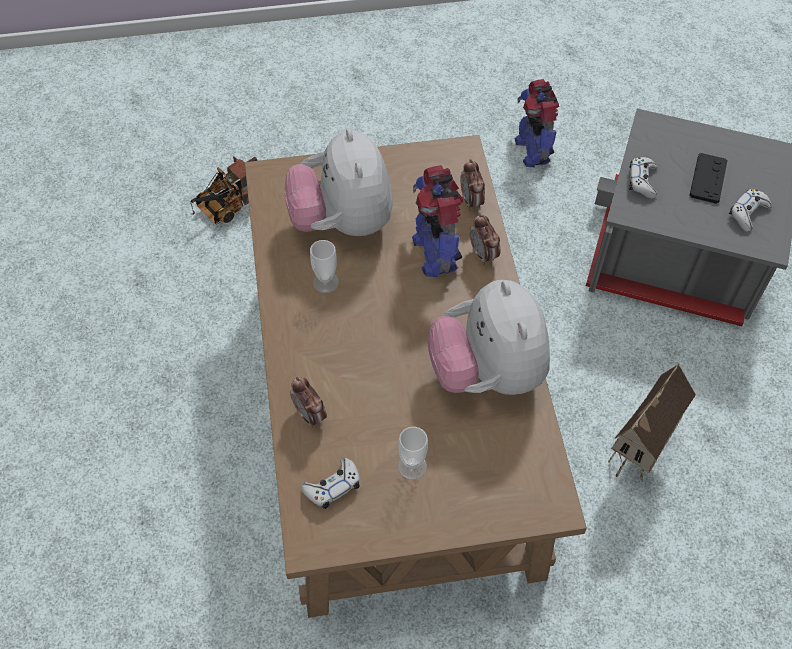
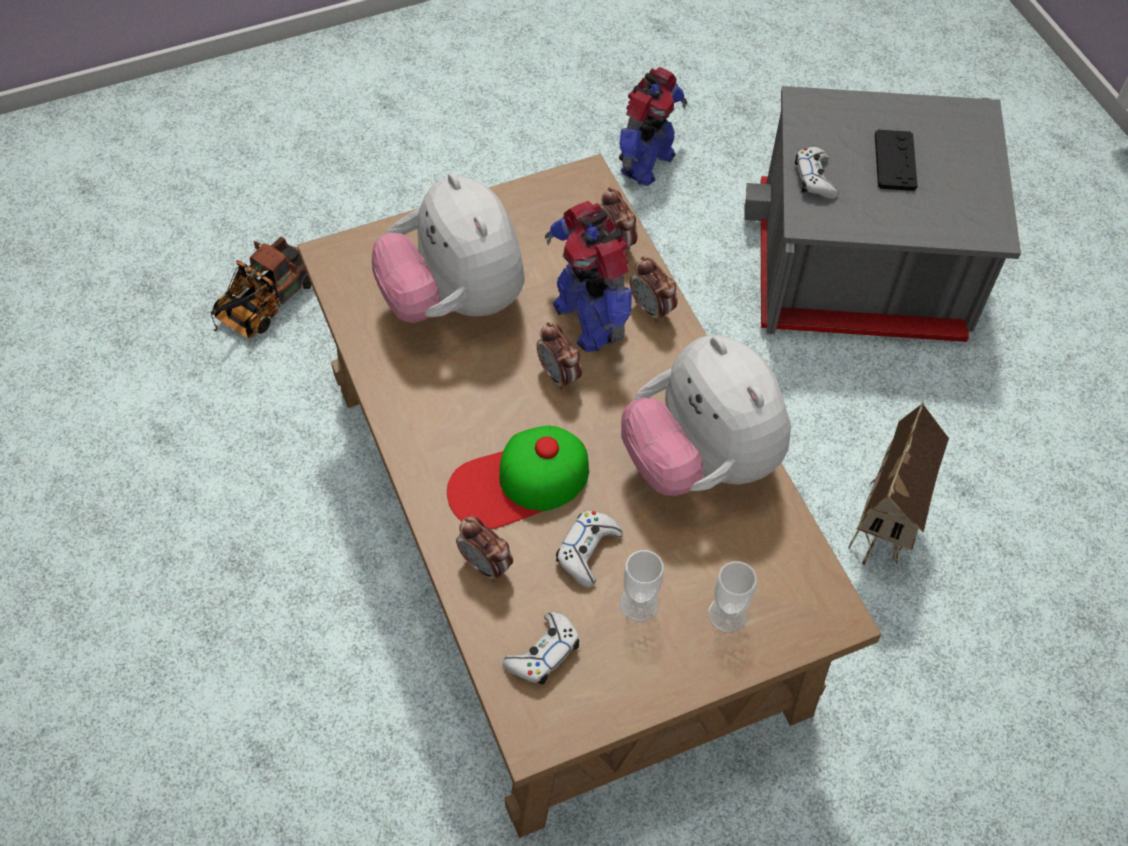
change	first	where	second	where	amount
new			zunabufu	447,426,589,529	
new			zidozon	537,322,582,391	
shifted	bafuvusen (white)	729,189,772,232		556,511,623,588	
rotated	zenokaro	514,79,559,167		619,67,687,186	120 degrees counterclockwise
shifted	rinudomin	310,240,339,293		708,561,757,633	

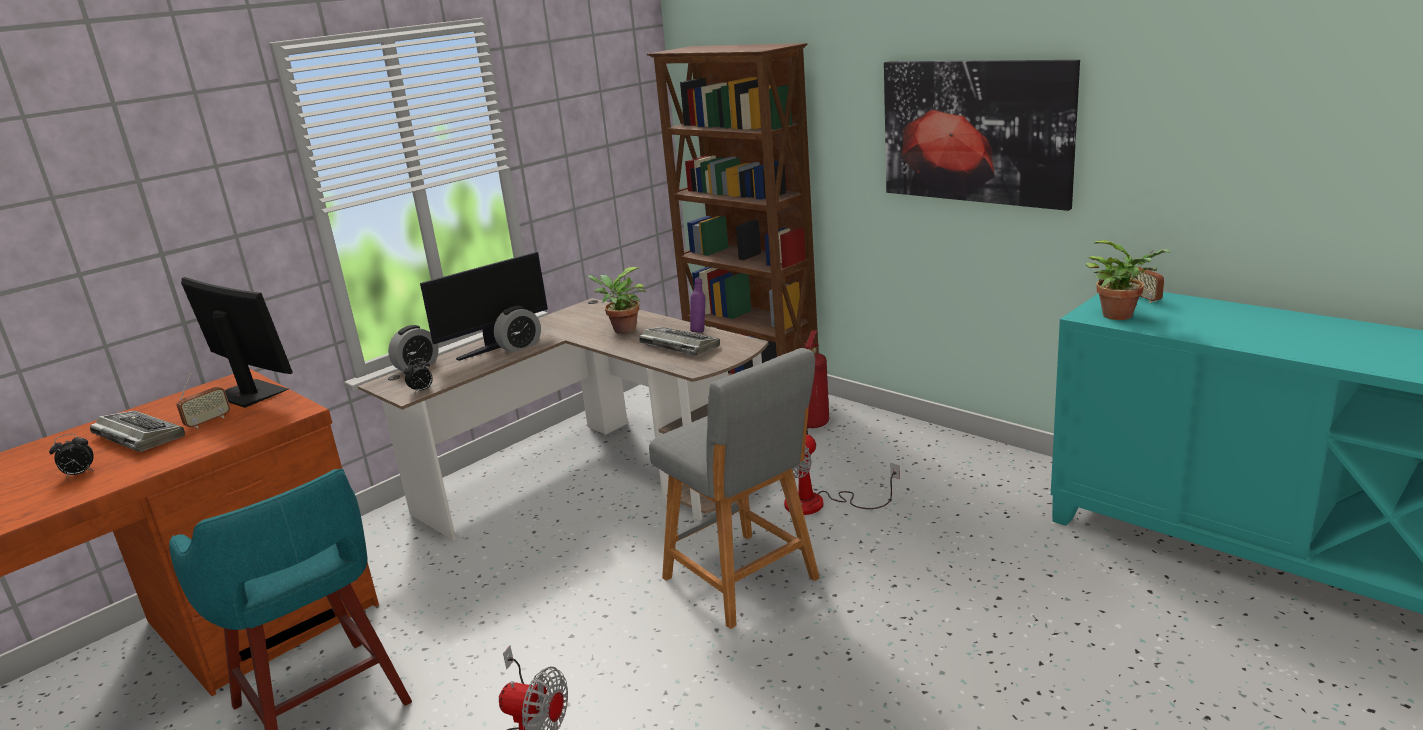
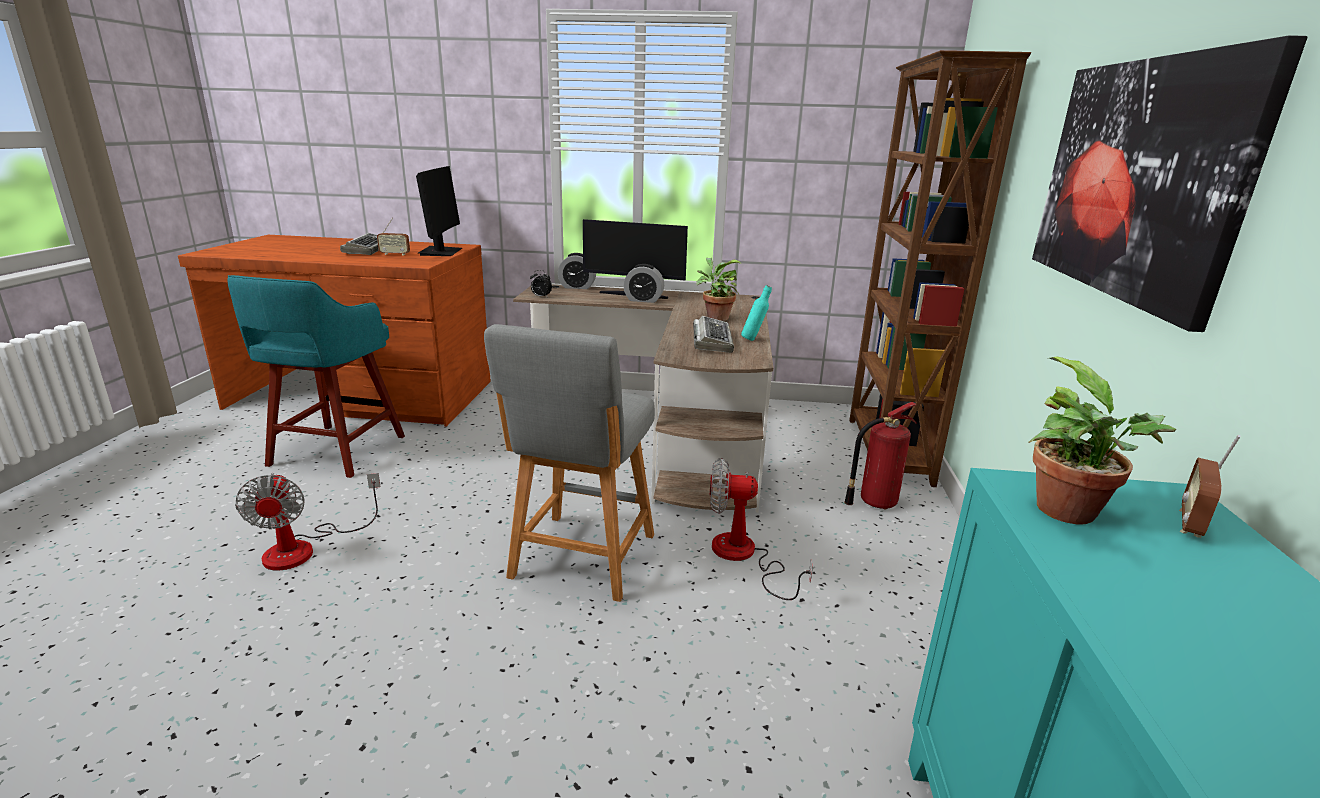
change	first	where	second	where	amount
repainted	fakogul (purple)	690,278,705,333	fakogul (turquoise)	741,285,772,341	
gone	zidozon	49,434,94,478			

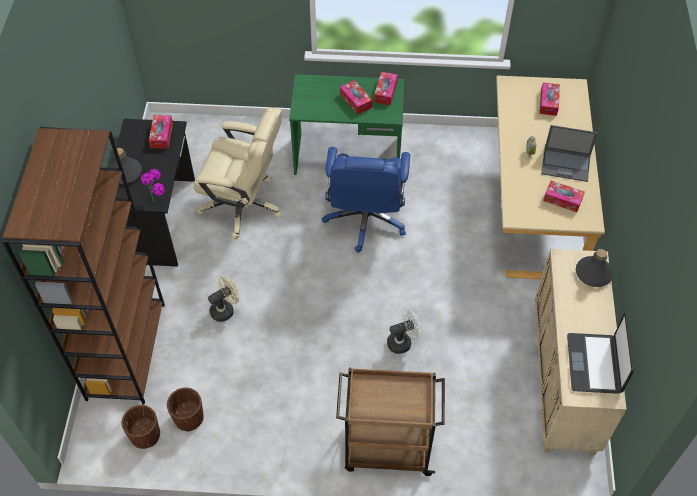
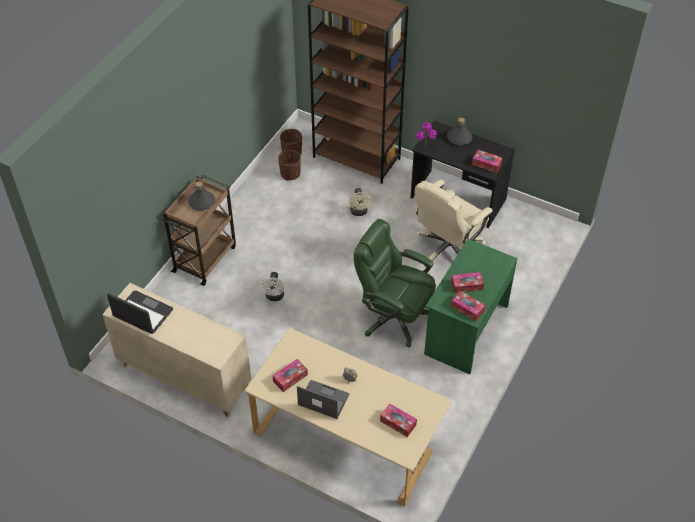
change	first	where	second	where	amount
shifted	fakogul (grey)	576,249,613,287		188,181,215,211	
rotated	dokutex	541,125,598,182		297,380,350,419	75 degrees clockwise
repainted	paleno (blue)	322,147,410,253	paleno (green)	354,219,436,347	

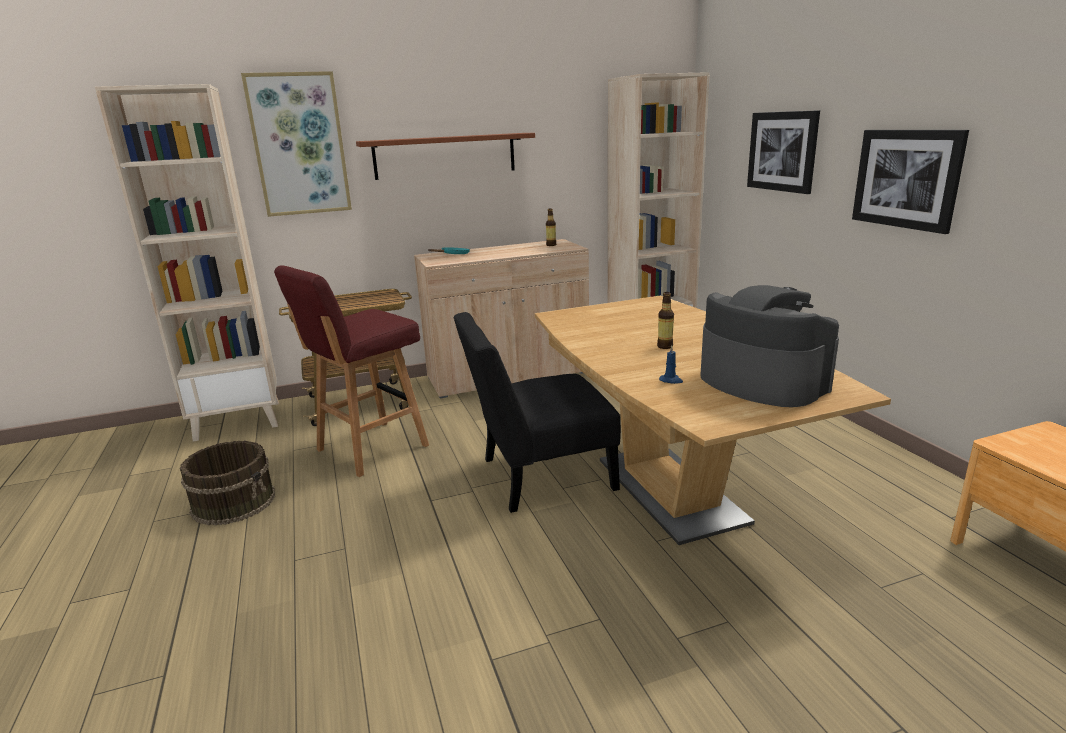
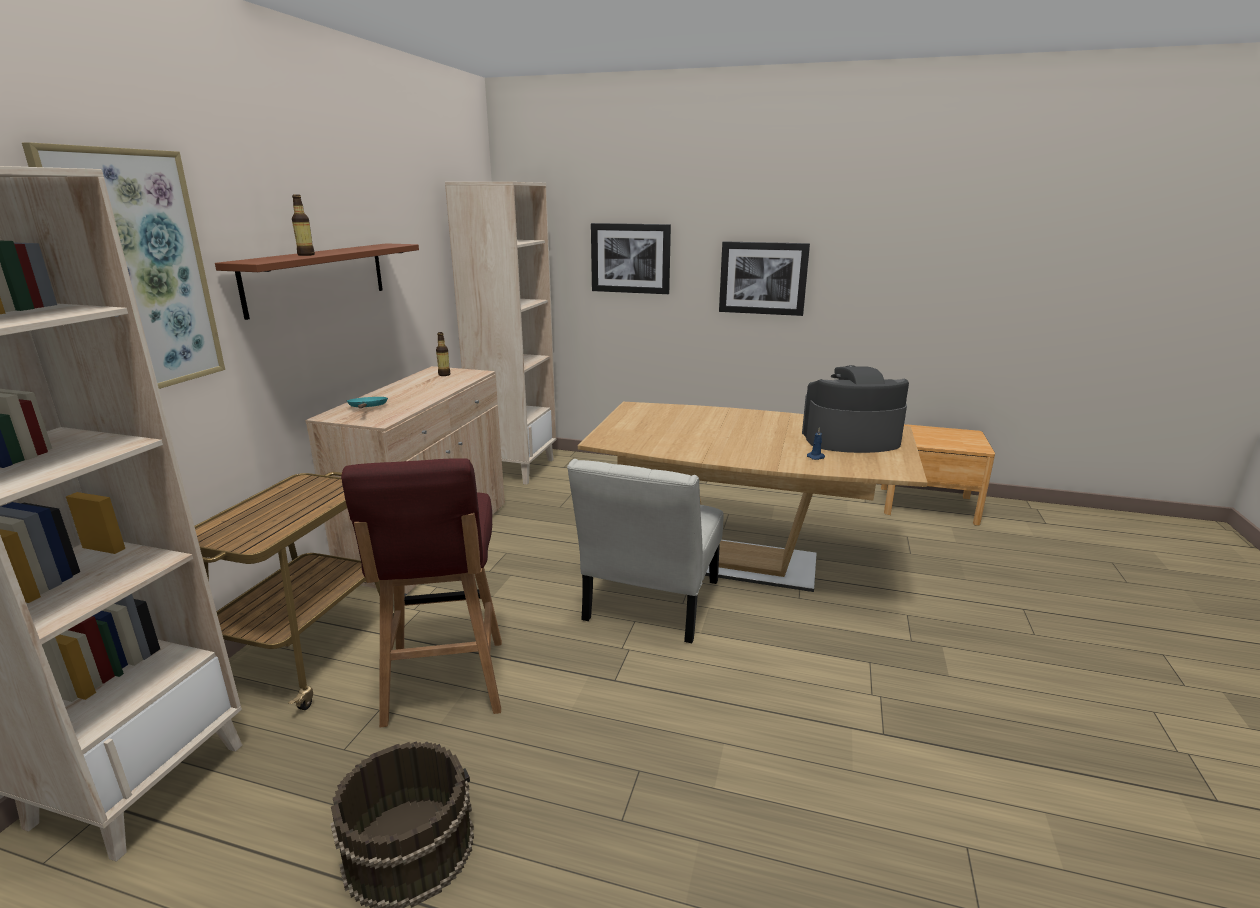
change	first	where	second	where	amount
shifted	fakogul	657,292,674,349		292,195,315,256	
repainted	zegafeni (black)	453,312,621,513	zegafeni (white)	567,459,724,643	

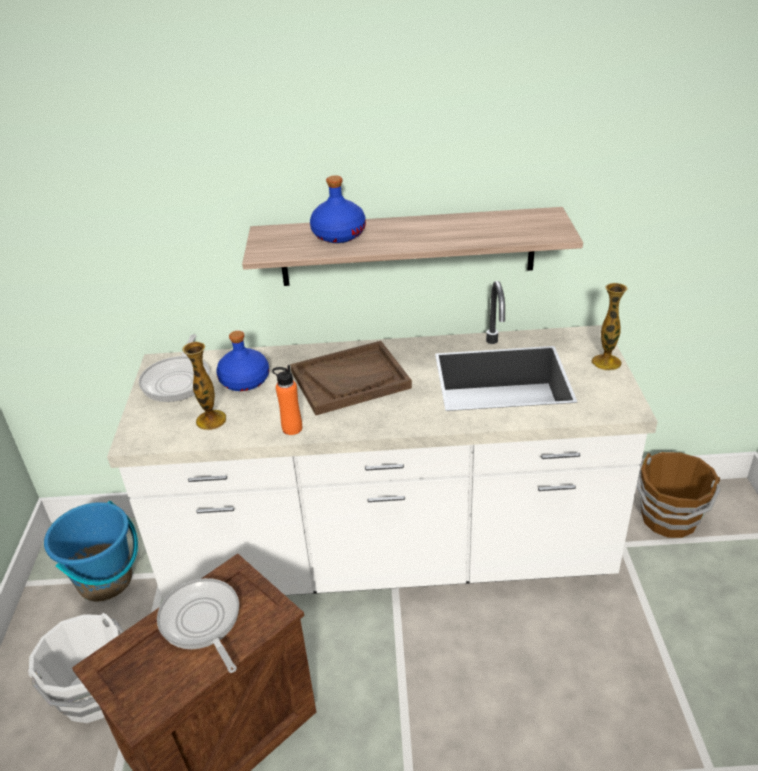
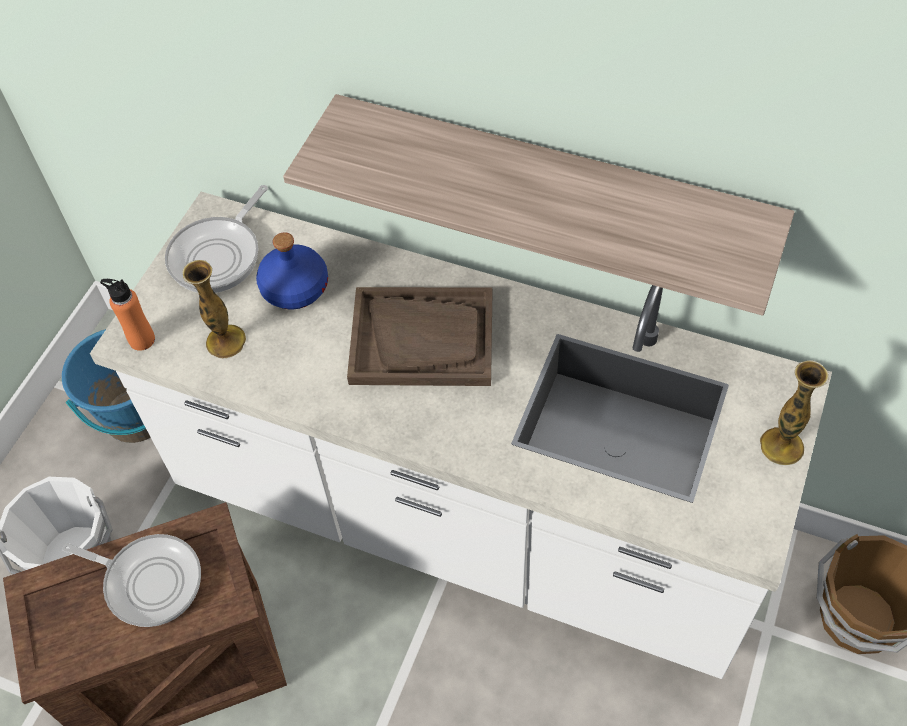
change	first	where	second	where	amount
rotated	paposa	157,578,239,673		62,534,201,627	120 degrees clockwise
shifted	fakogul (orange)	272,365,302,435		100,279,155,351	
gone	fakogul (blue)	310,175,366,243			

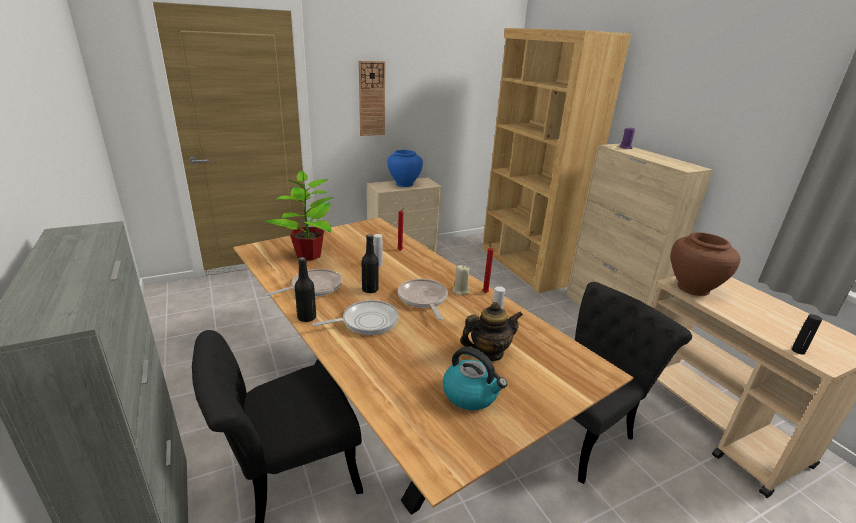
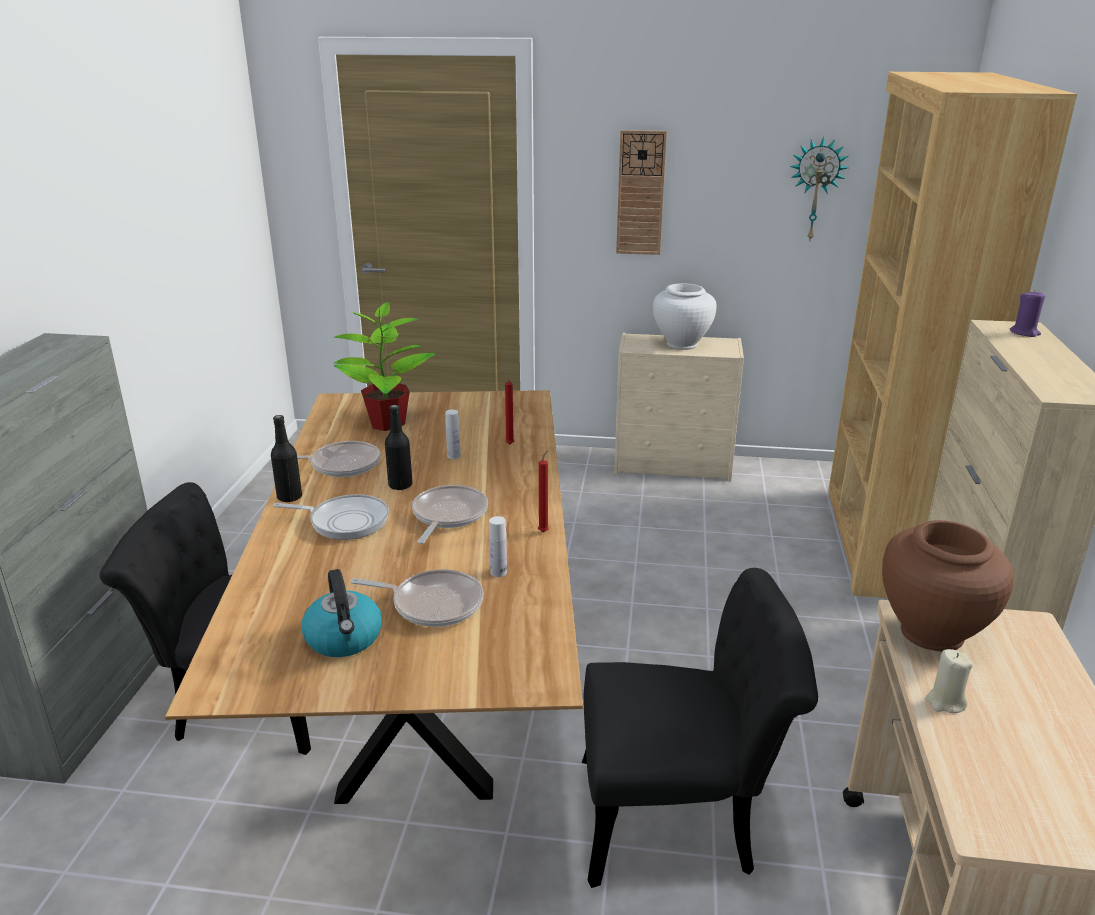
change	first	where	second	where	amount
swapped	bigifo	460,302,523,361	paposa	351,569,483,627	
repainted	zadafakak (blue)	387,150,423,187	zadafakak (white)	653,284,717,350	
new			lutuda	790,137,849,240	
shifted	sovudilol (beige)	452,265,470,296		926,649,973,713	
gone	fakogul (black)	792,314,822,355			

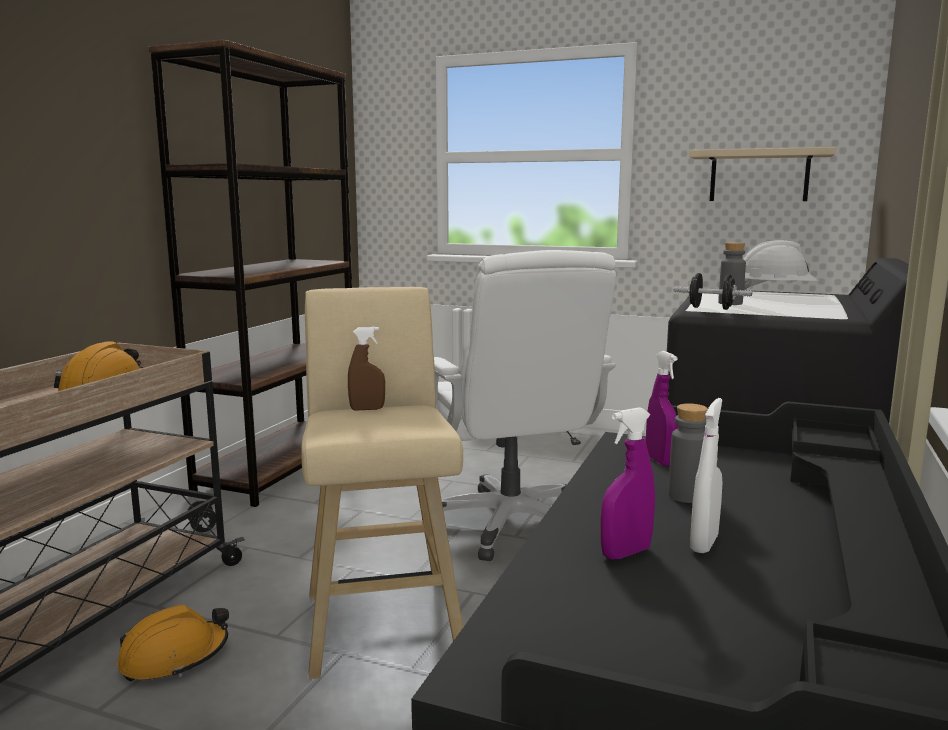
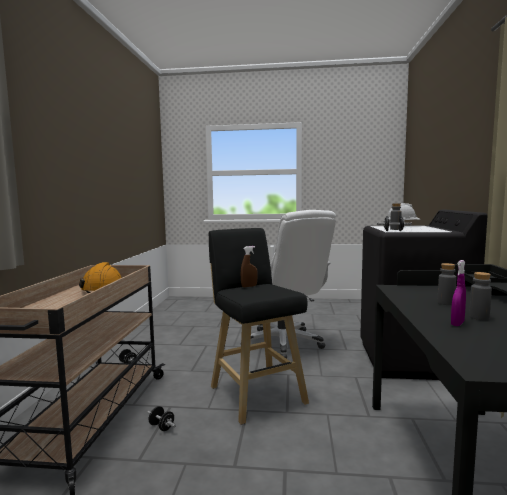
change	first	where	second	where	amount
swapped	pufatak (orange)	117,604,229,682	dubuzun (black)	148,406,176,431	
repainted	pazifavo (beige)	301,287,463,679	pazifavo (black)	209,228,309,425	
swapped	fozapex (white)	690,398,722,553	fakogul (grey)	469,272,492,320	
gone	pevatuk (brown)	149,39,352,507			
gone	fozapex (purple)	646,351,678,466			
gone	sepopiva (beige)	689,147,836,201			

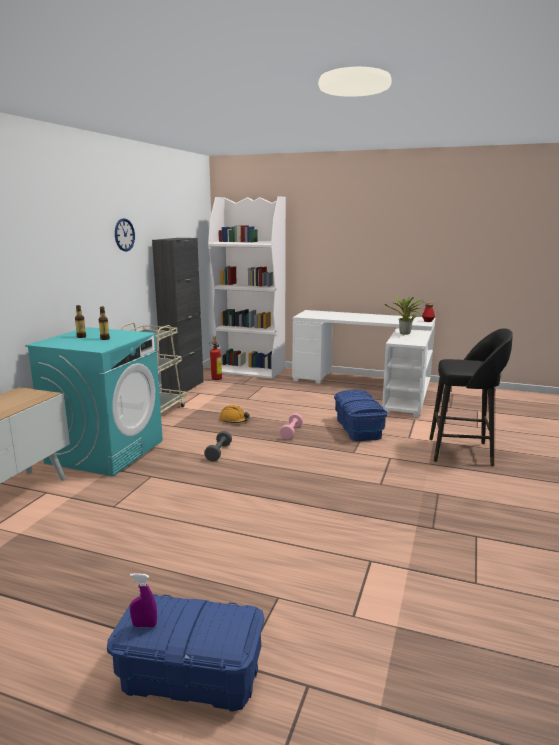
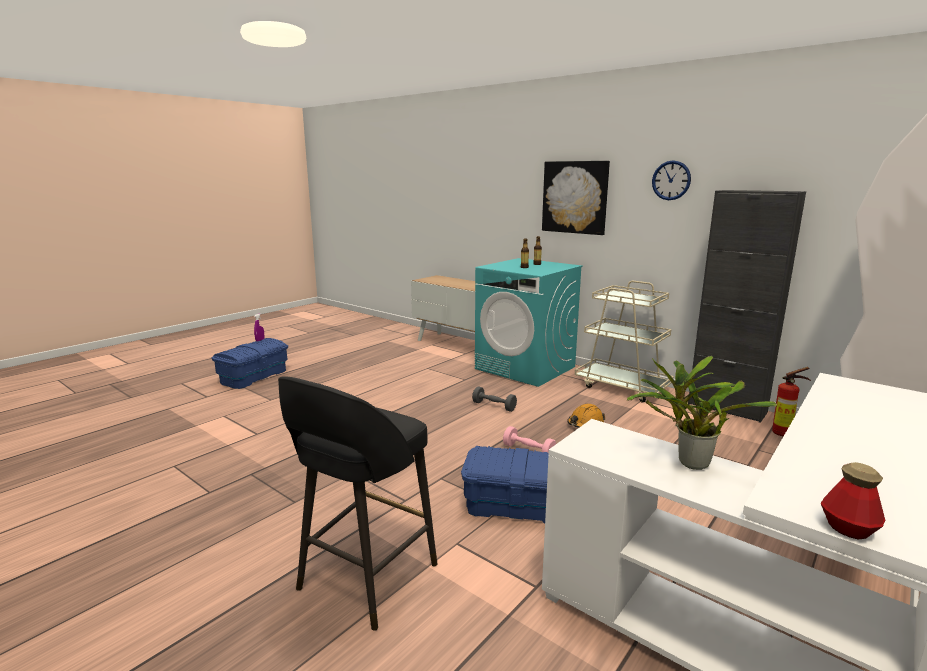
change	first	where	second	where	amount
new			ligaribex	542,161,610,235	

